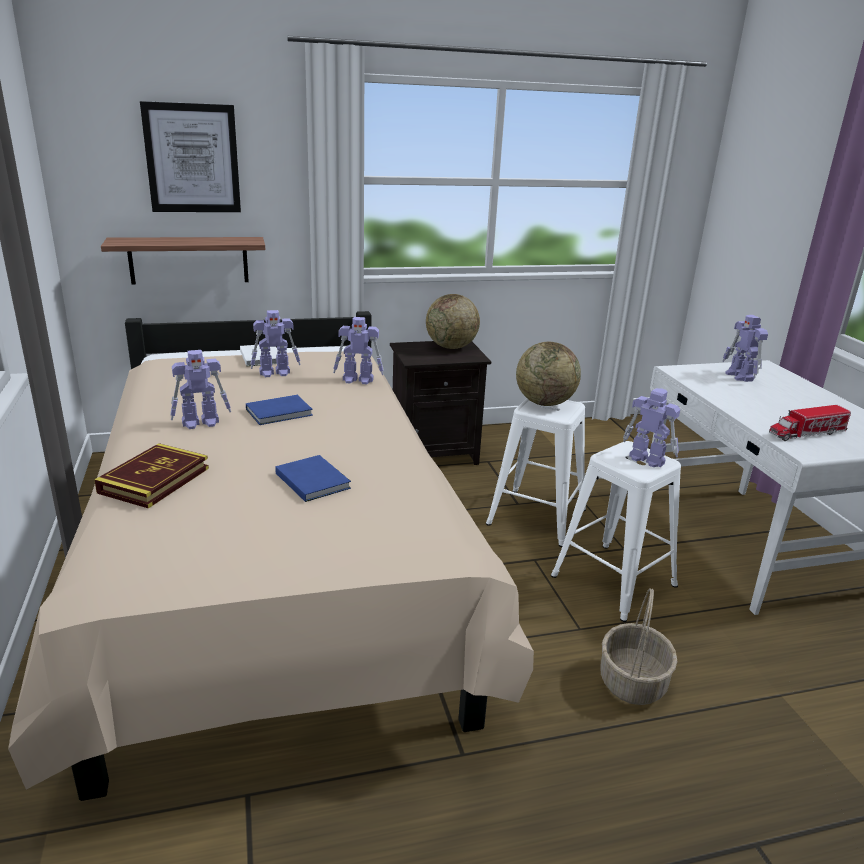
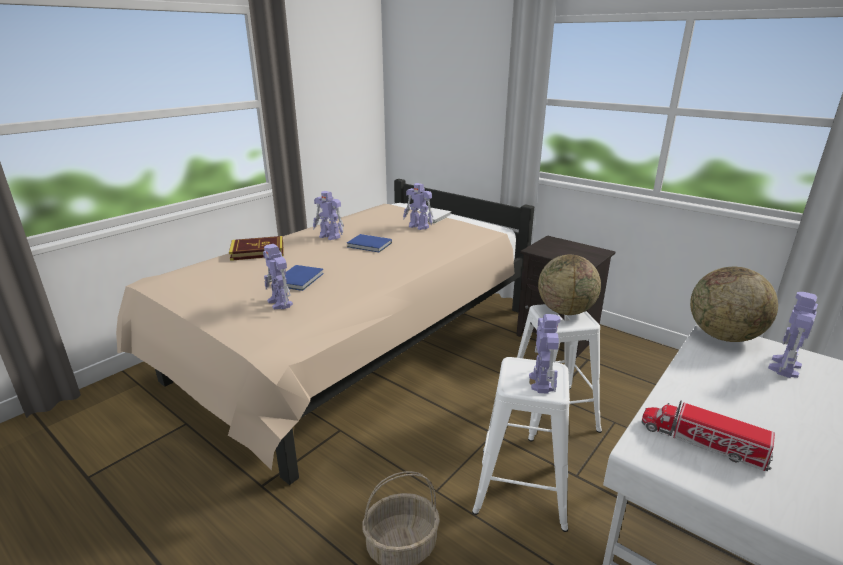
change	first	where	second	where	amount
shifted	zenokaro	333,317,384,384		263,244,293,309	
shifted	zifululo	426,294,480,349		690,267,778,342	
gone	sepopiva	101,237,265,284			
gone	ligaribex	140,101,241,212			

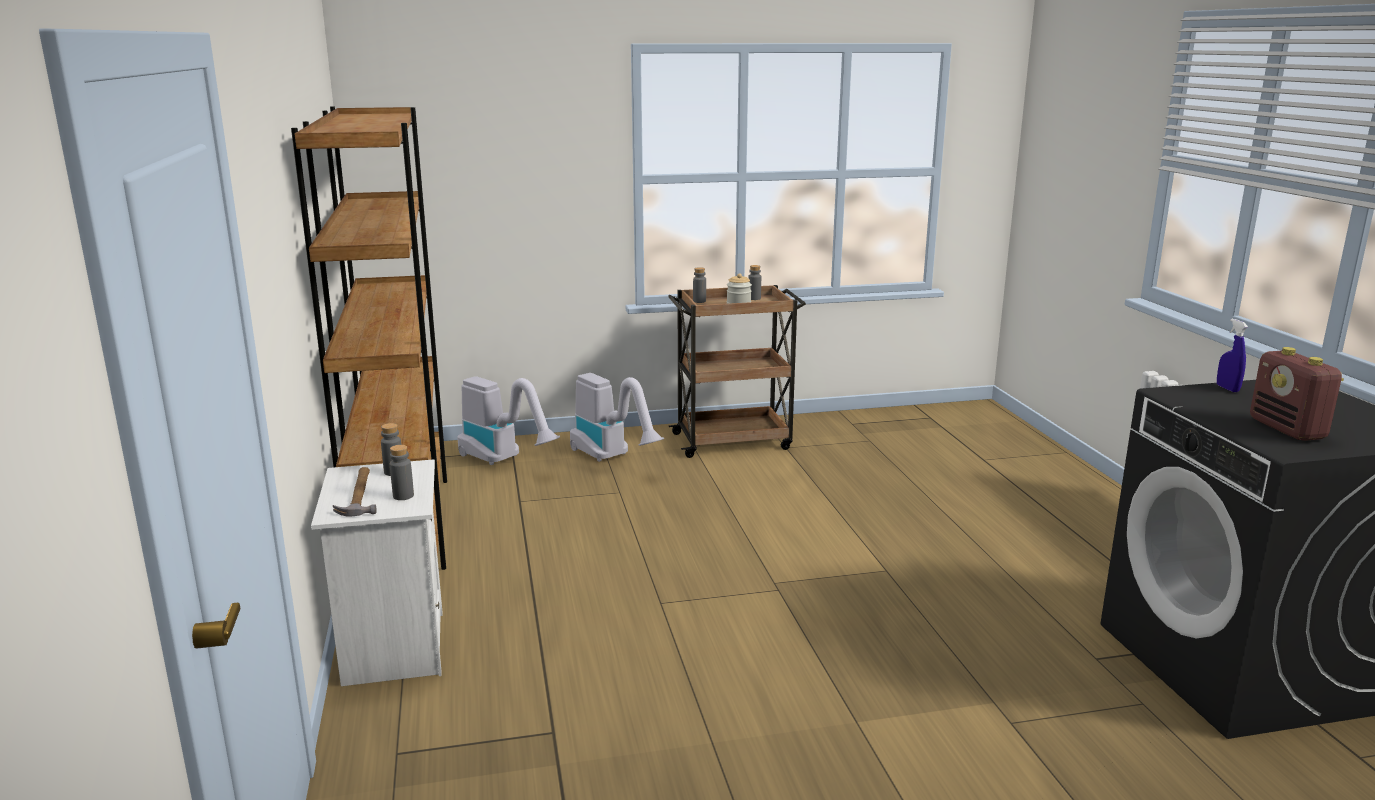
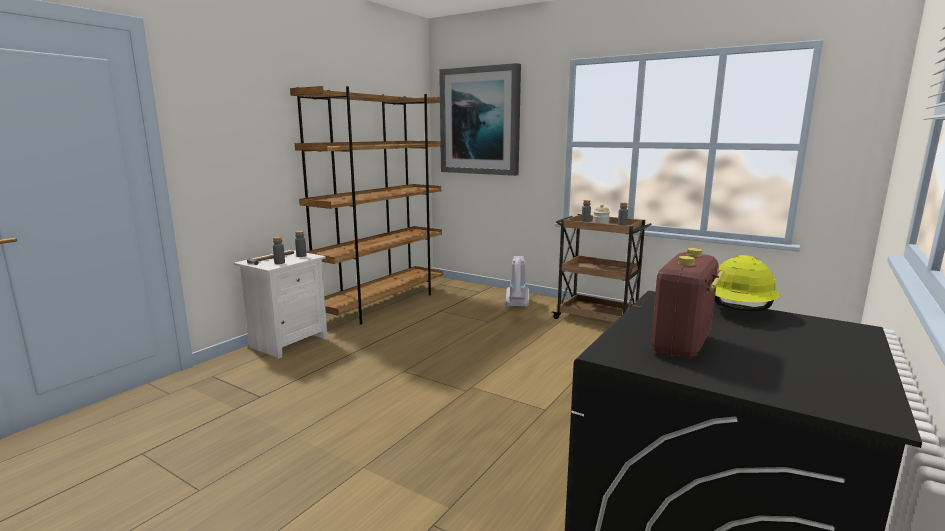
change	first	where	second	where	amount
new			ligaribex	439,63,521,176	
swapped	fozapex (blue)	1217,319,1248,392	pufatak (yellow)	715,255,780,311	
gone	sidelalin	457,376,560,465			

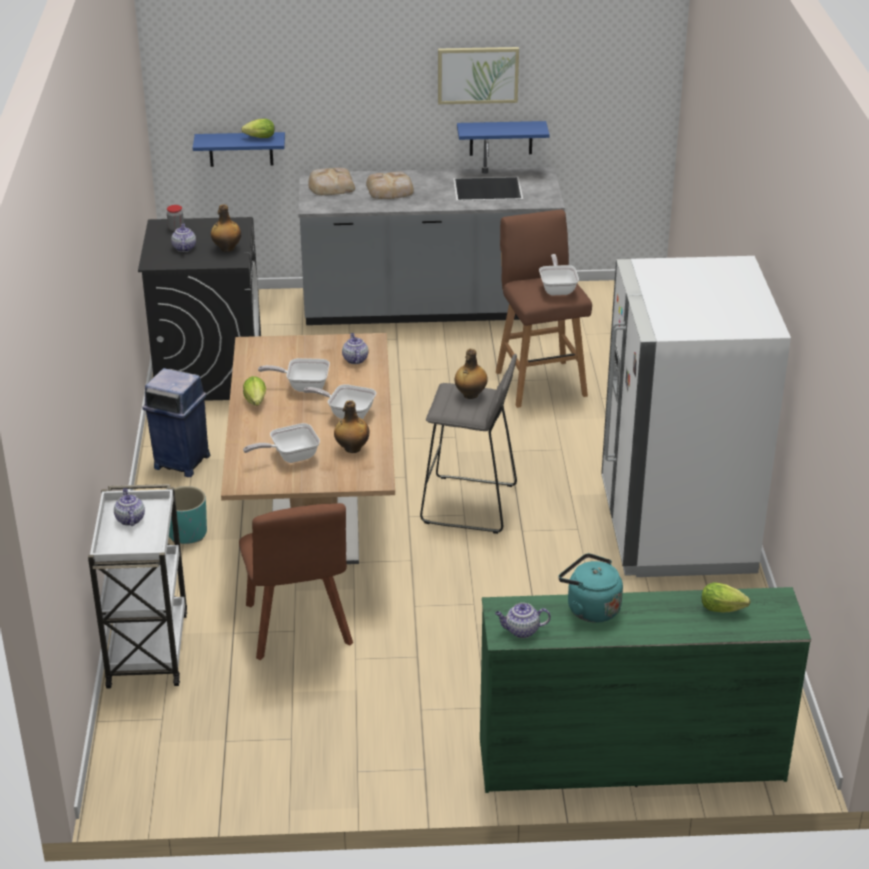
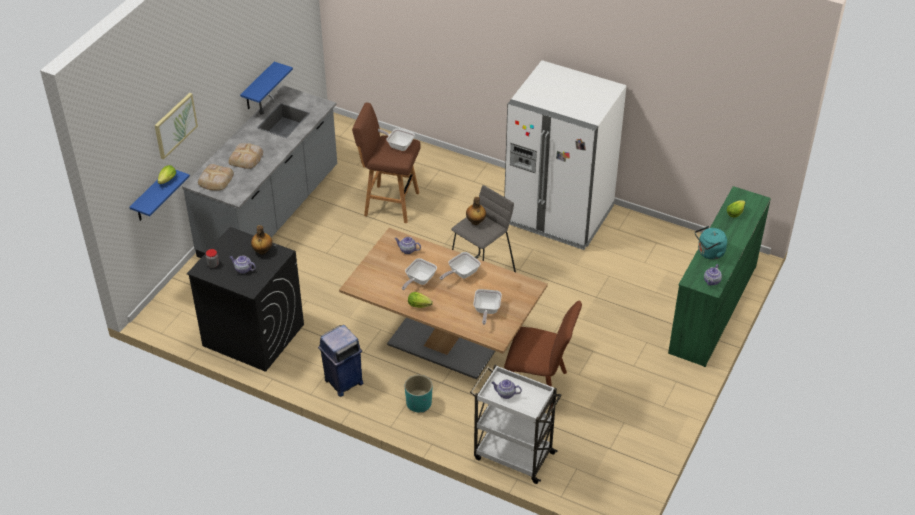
change	first	where	second	where	amount
shifted	ligaribex	438,47,519,104		155,93,198,159	
gone	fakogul	334,400,370,453			

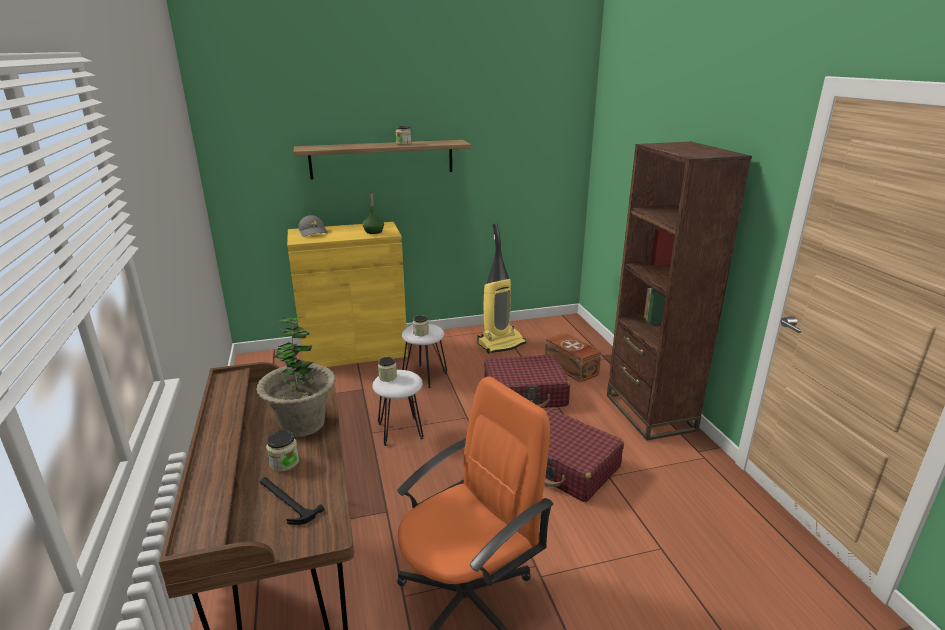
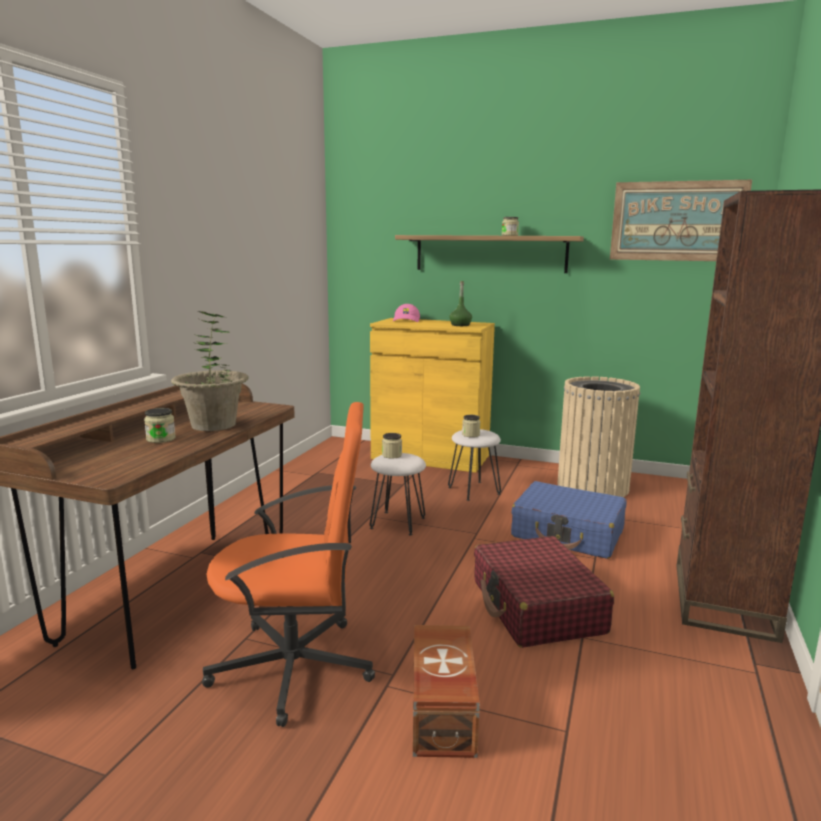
change	first	where	second	where	amount
repainted	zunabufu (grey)	298,215,328,237	zunabufu (pink)	392,304,420,322	
shifted	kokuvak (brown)	545,332,602,383		413,625,480,758	
repainted	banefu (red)	484,355,570,408	banefu (blue)	511,481,627,559	
swapped	sidelalin	477,223,526,354	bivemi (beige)	557,376,640,497	
new			ligaribex	610,180,752,261	
gone	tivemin	260,477,324,525			

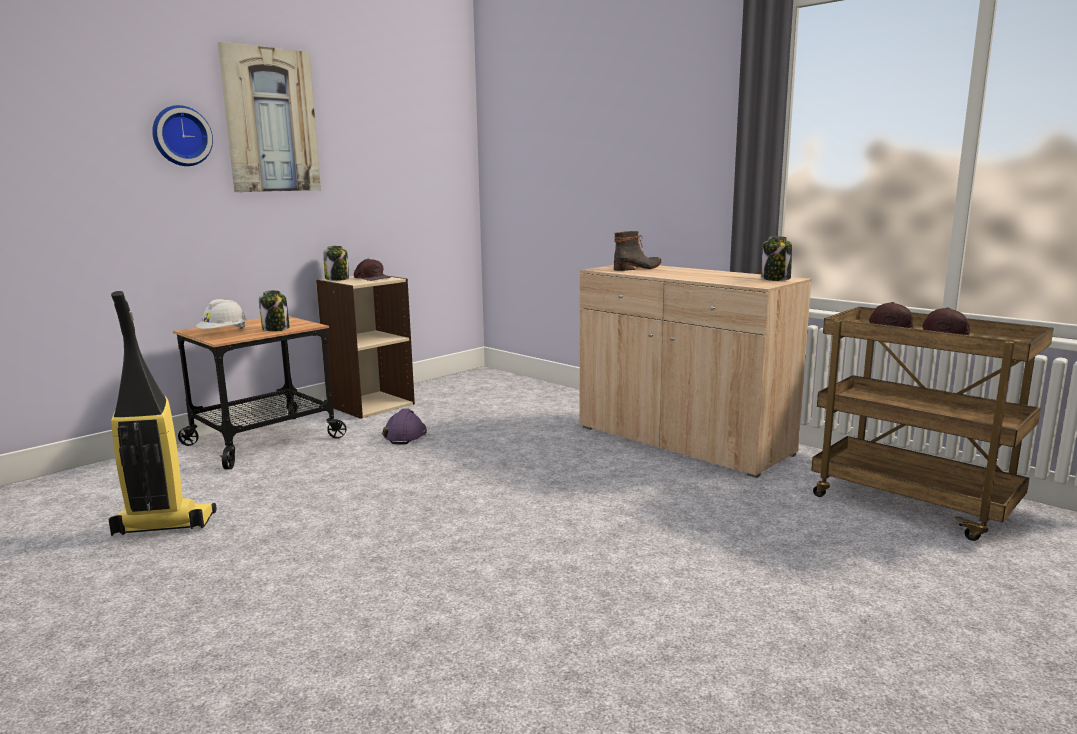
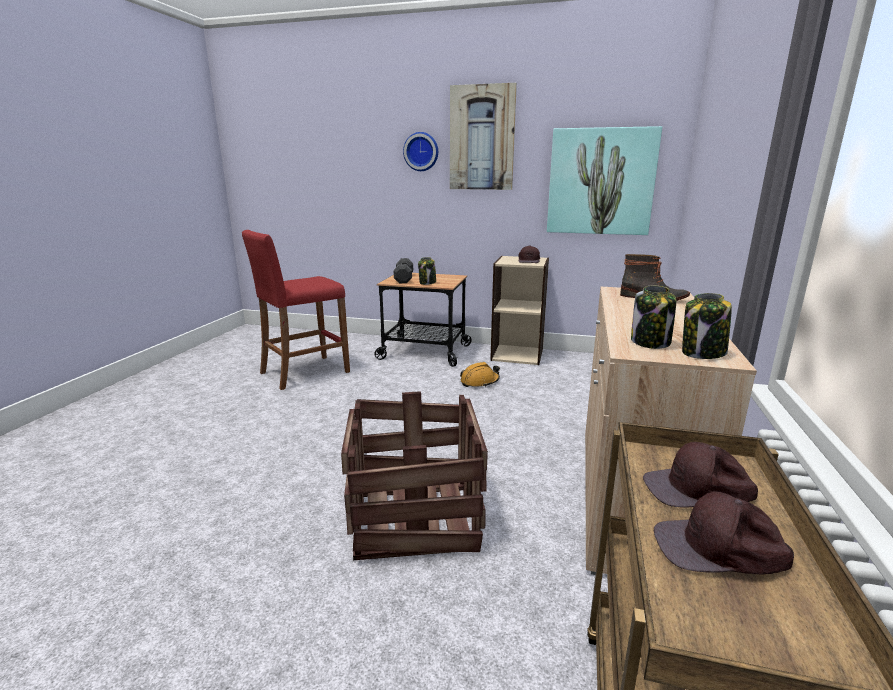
change	first	where	second	where	amount
swapped	sidelalin	109,291,217,536	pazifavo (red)	242,230,350,390	
new			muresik	341,391,488,560	
swapped	pufatak (white)	196,299,247,329	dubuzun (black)	394,258,413,283	
repainted	pufatak (purple)	382,408,427,445	pufatak (orange)	460,362,500,387	
new			ligaribex	547,126,662,235	
shifted	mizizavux	323,246,349,281		631,286,676,349	

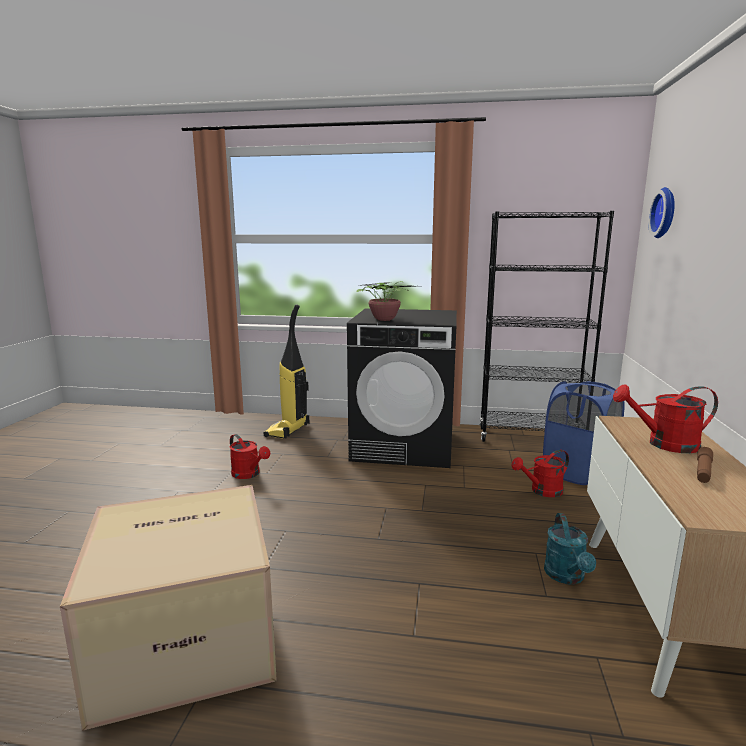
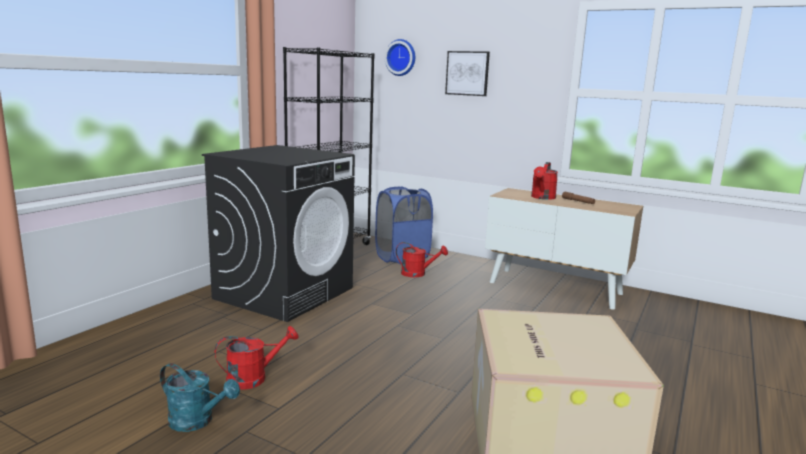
change	first	where	second	where	amount
shifted	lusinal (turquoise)	544,513,596,585		160,363,240,432	
rotated	lusinal (red)	512,450,569,497		396,242,448,277	75 degrees counterclockwise
new			ligaribex	445,51,490,96	
gone	sidelalin	264,305,310,438			
gone	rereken	357,281,413,321			

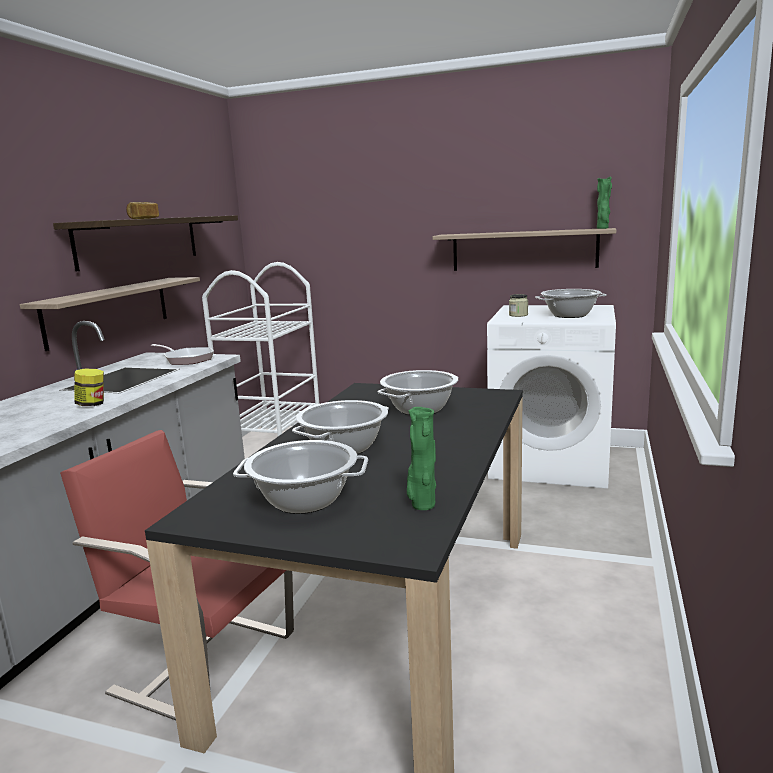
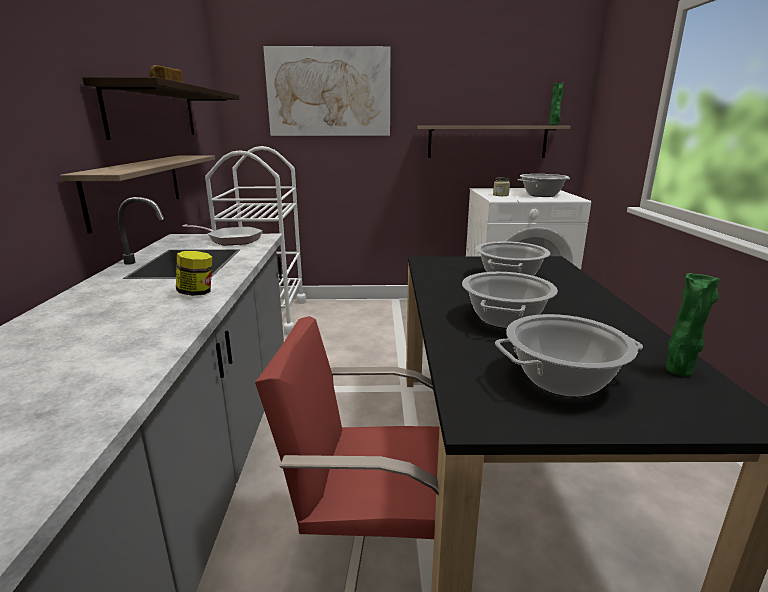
change	first	where	second	where	amount
new			ligaribex	263,46,390,136	

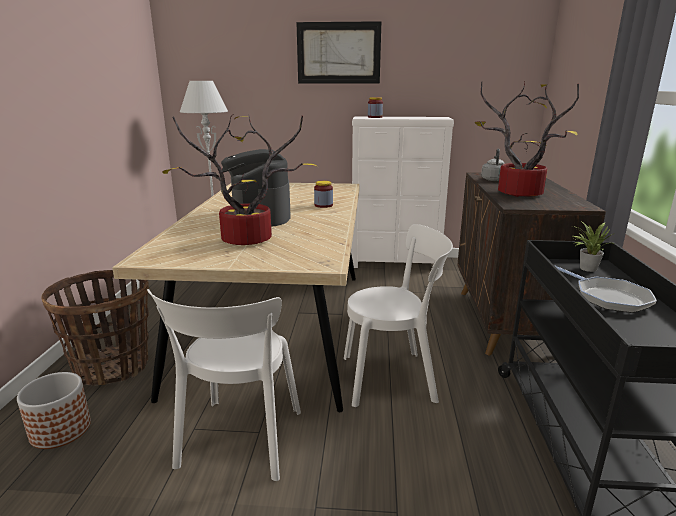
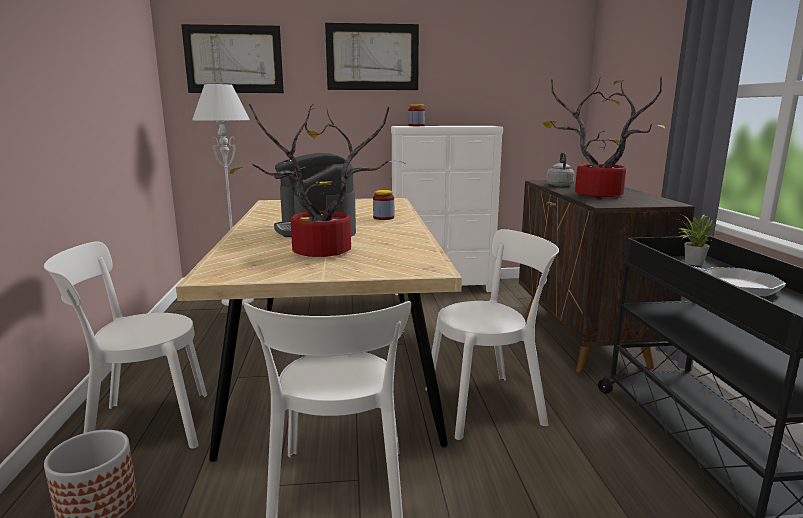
change	first	where	second	where	amount
swapped	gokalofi	41,270,149,385	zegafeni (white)	44,242,207,449	
new			ligaribex	181,24,284,93	

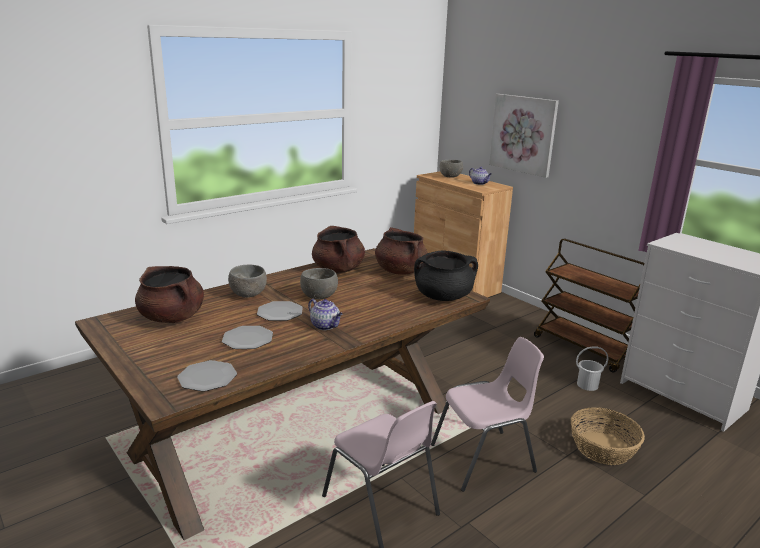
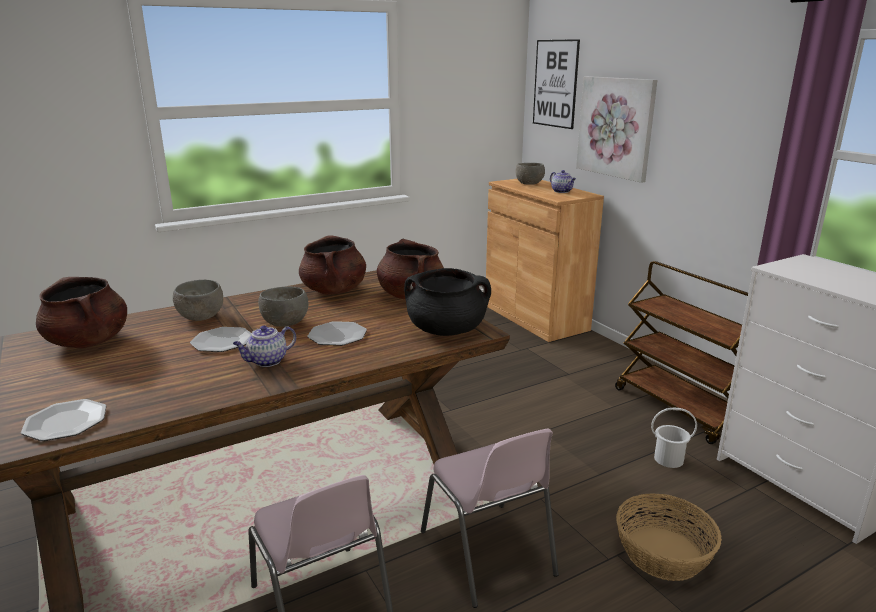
change	first	where	second	where	amount
rotated	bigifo	308,299,342,330		233,325,296,367	90 degrees clockwise
shifted	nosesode	222,326,273,349		307,321,367,346	
rotated	zegafeni (pink)	431,337,544,492		421,429,559,608	75 degrees clockwise
new			ligaribex	533,39,580,129	

